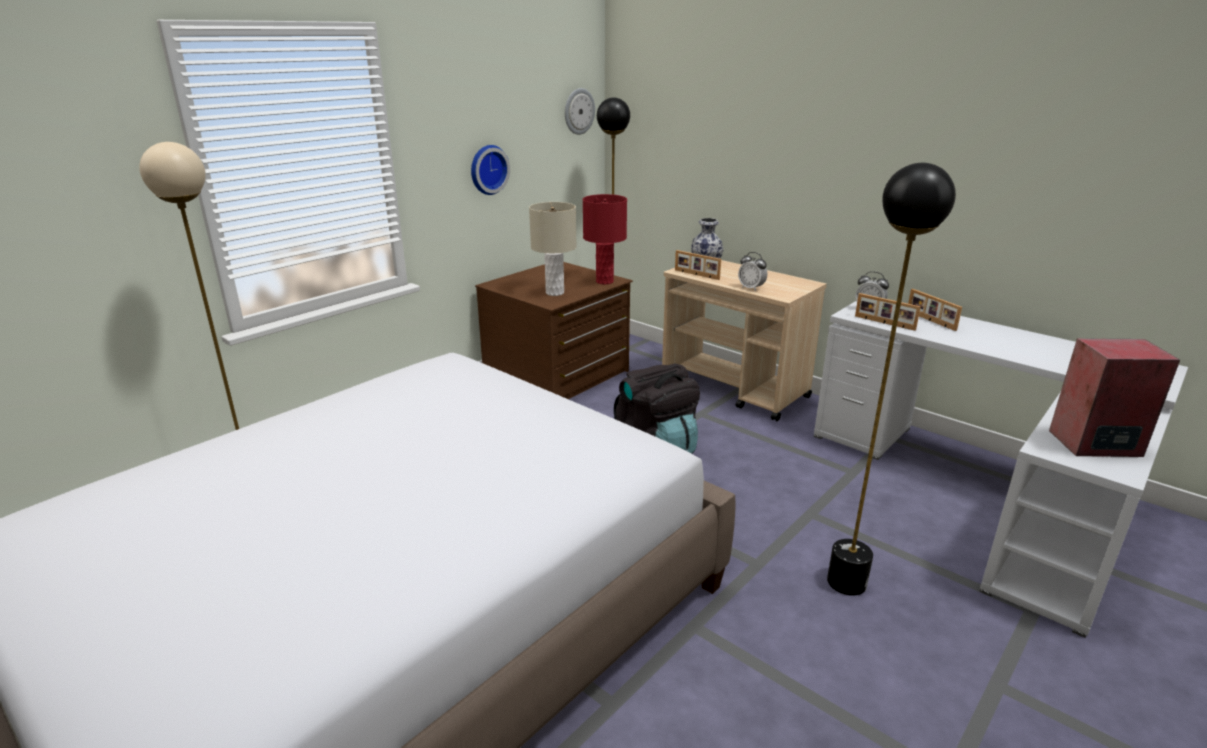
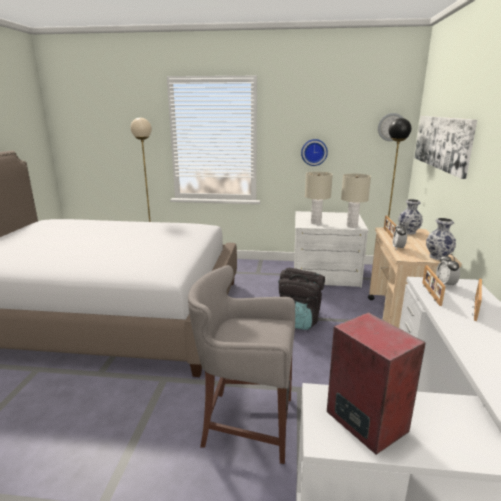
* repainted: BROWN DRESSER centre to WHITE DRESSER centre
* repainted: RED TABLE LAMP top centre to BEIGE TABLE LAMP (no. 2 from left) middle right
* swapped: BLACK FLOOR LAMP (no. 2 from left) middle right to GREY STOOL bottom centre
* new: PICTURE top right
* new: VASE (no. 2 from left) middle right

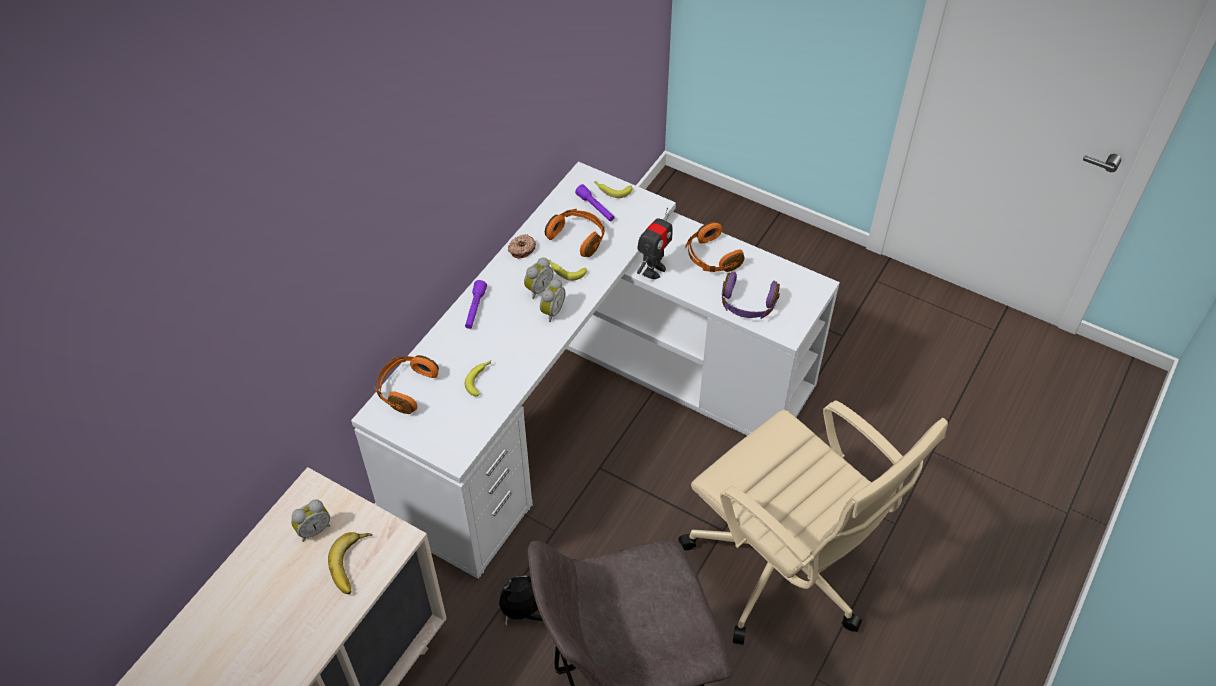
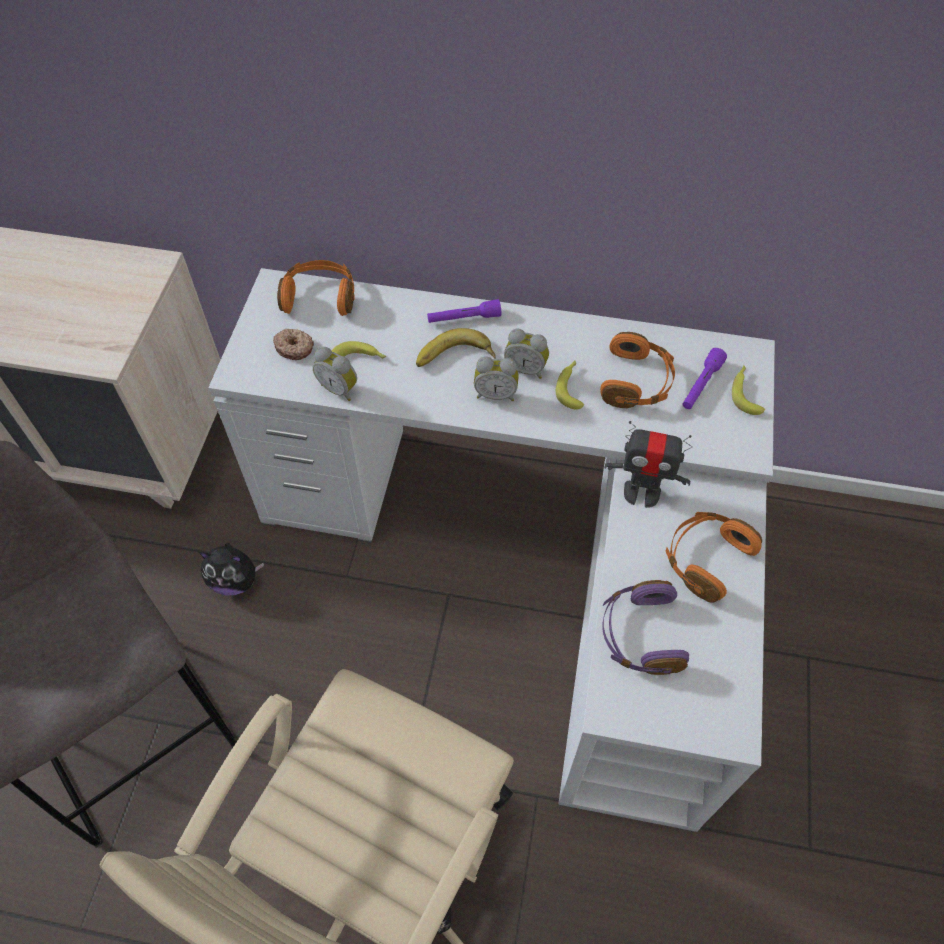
* shifted: ALARM CLOCK (no. 1 from left) bottom left to centre
* shifted: BANANA (no. 1 from left in the first image) bottom left to BANANA (no. 2 from left) centre
* rotated: PLUSH TOY bottom centre = middle left 150 degrees clockwise
* shifted: DONUT centre to middle left

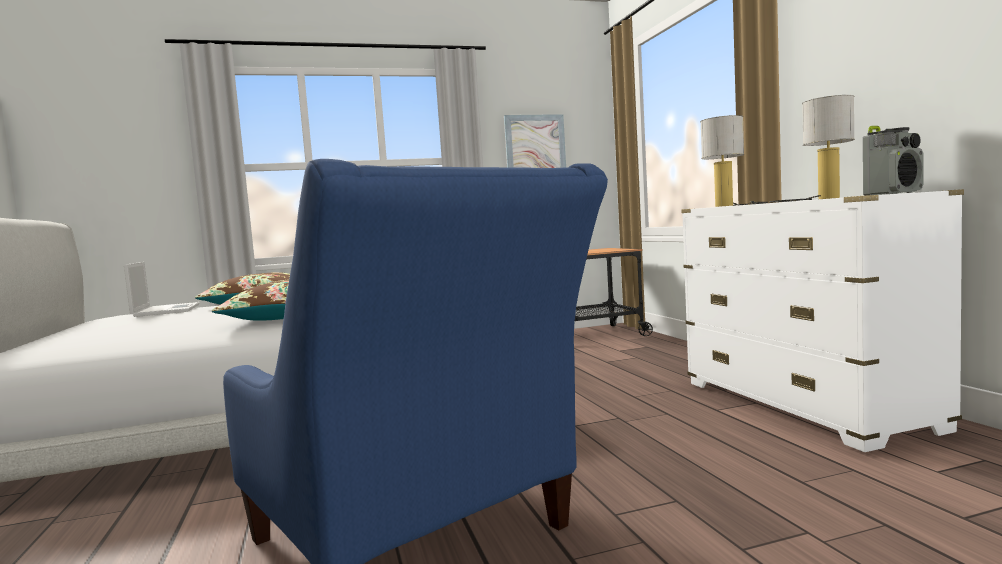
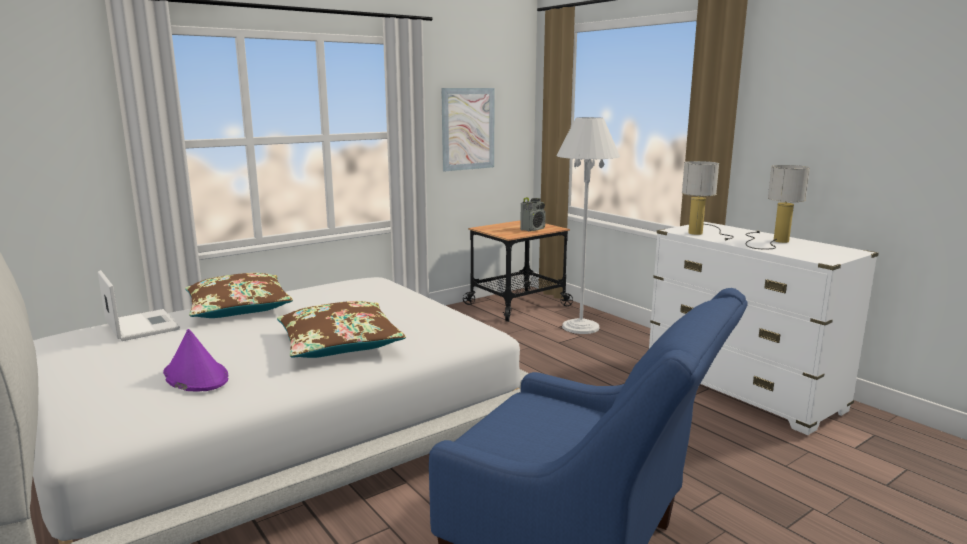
* shifted: RADIO top right to centre
* new: PURPLE HAT middle left
* new: WHITE FLOOR LAMP centre

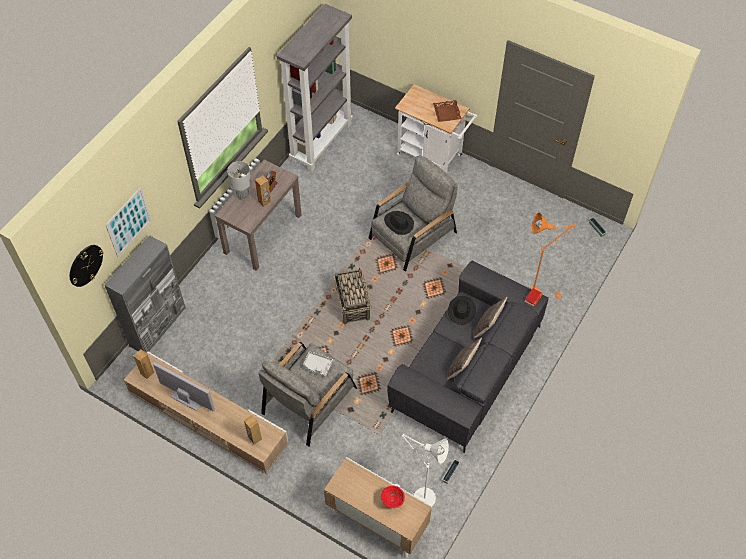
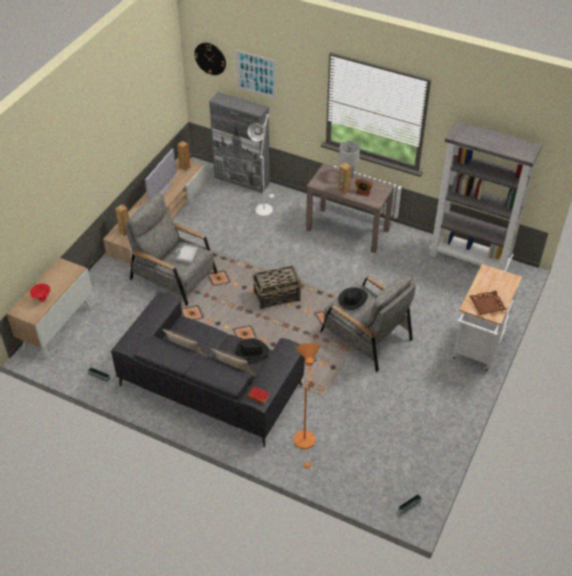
* shifted: WHITE FLOOR LAMP bottom centre to top centre

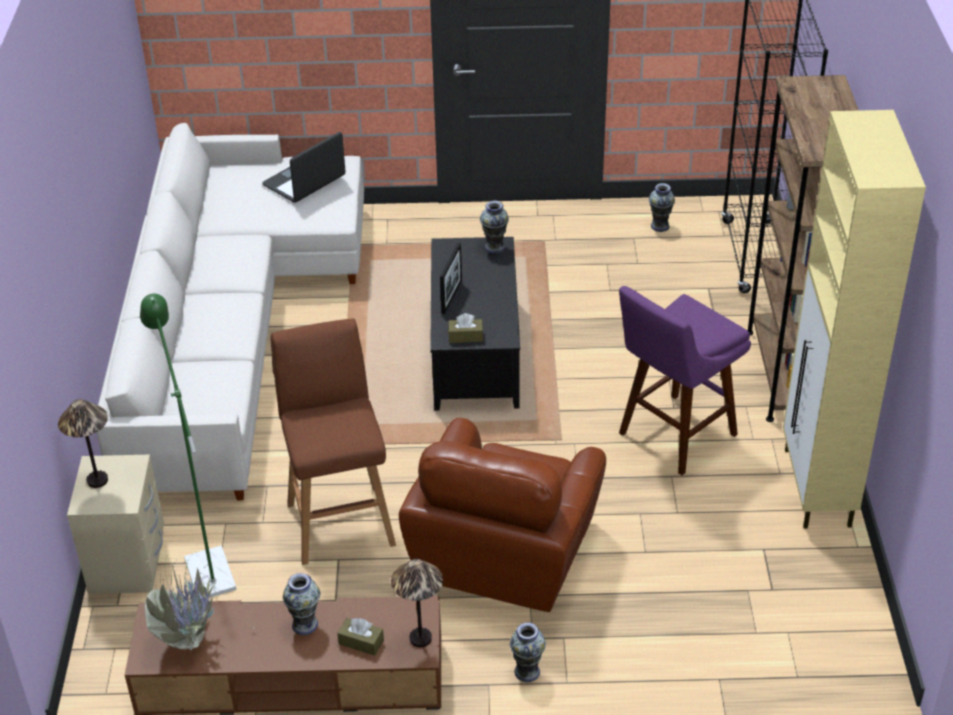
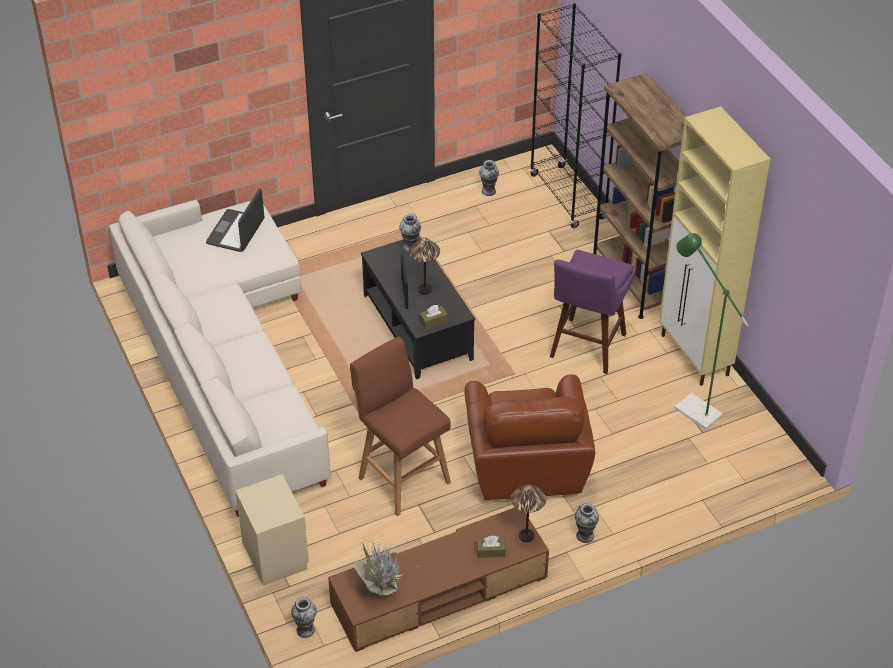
* shifted: TABLE LAMP (no. 1 from left) middle left to centre
* shifted: GREEN FLOOR LAMP middle left to middle right
* shifted: VASE (no. 1 from left) bottom left to bottom centre

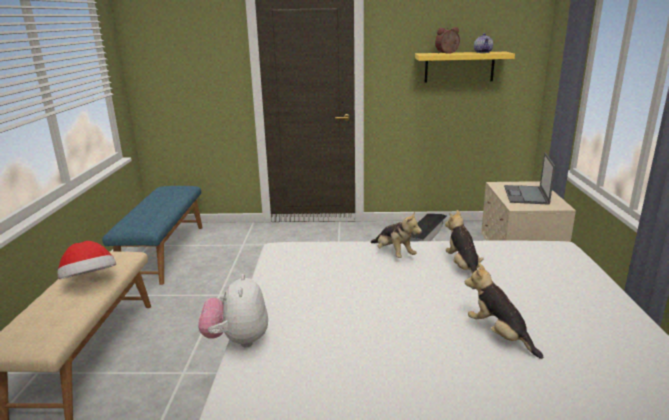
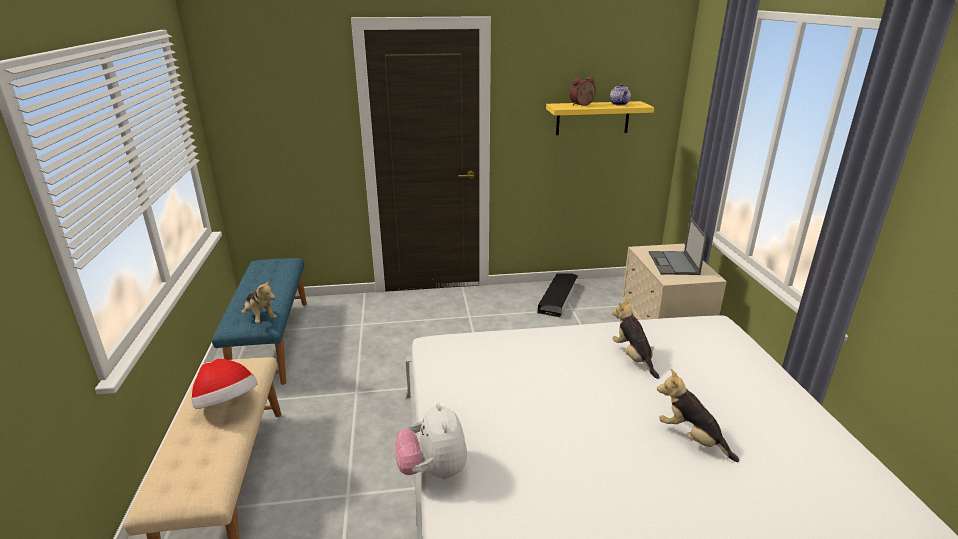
* shifted: PLUSH TOY (no. 2 from left in the first image) centre to PLUSH TOY (no. 1 from left) middle left

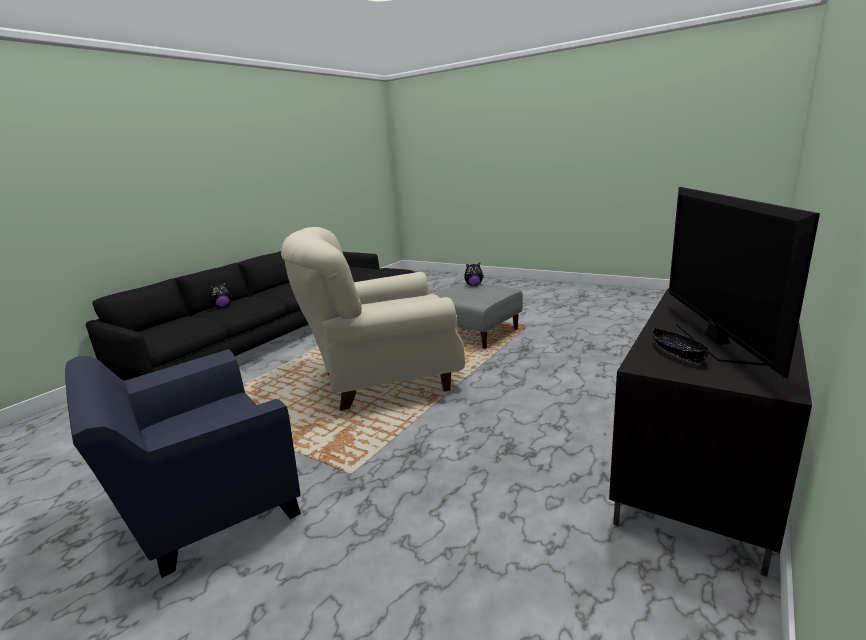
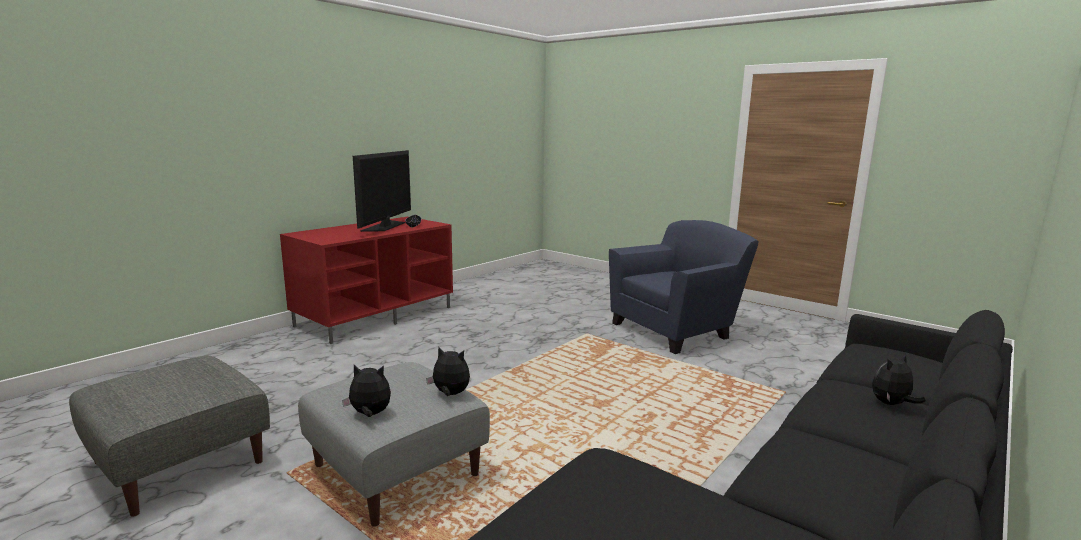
* gone: BEIGE ARMCHAIR centre
* repainted: BLACK TV STAND bottom right to RED TV STAND centre
* new: GREY OTTOMAN (no. 1 from left) bottom left
* new: PLUSH TOY (no. 2 from left) bottom centre

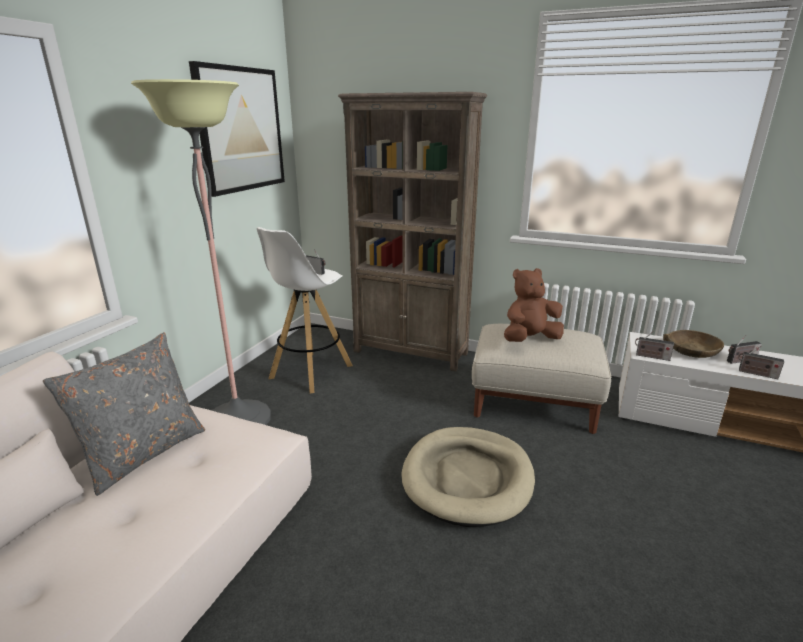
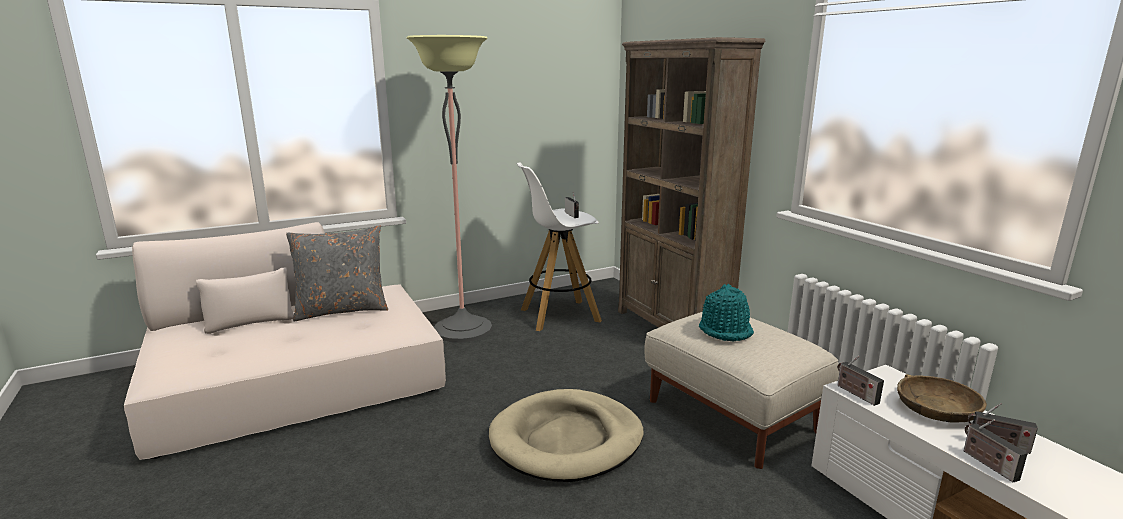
* gone: PICTURE top left
* swapped: BROWN PLUSH TOY centre to TURQUOISE HAT centre

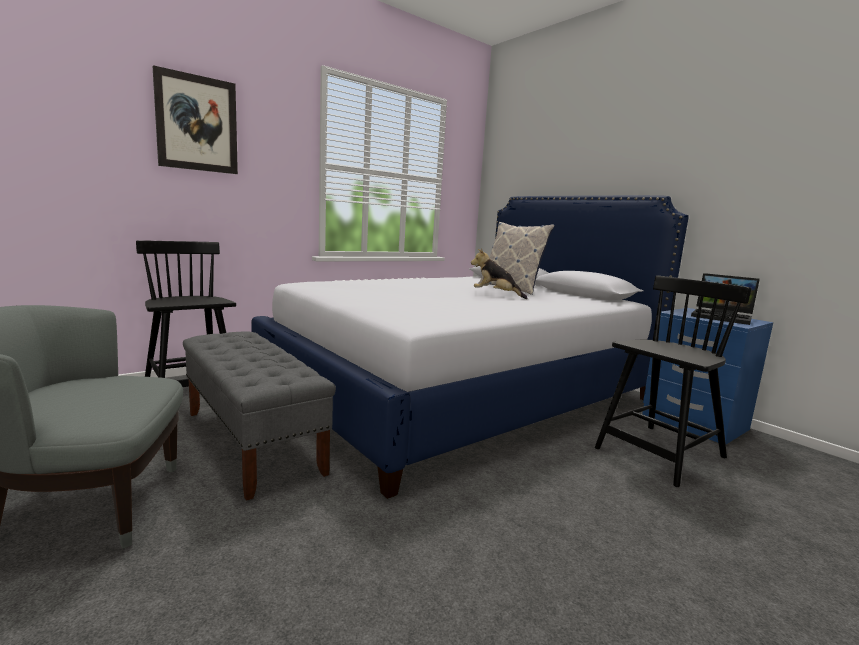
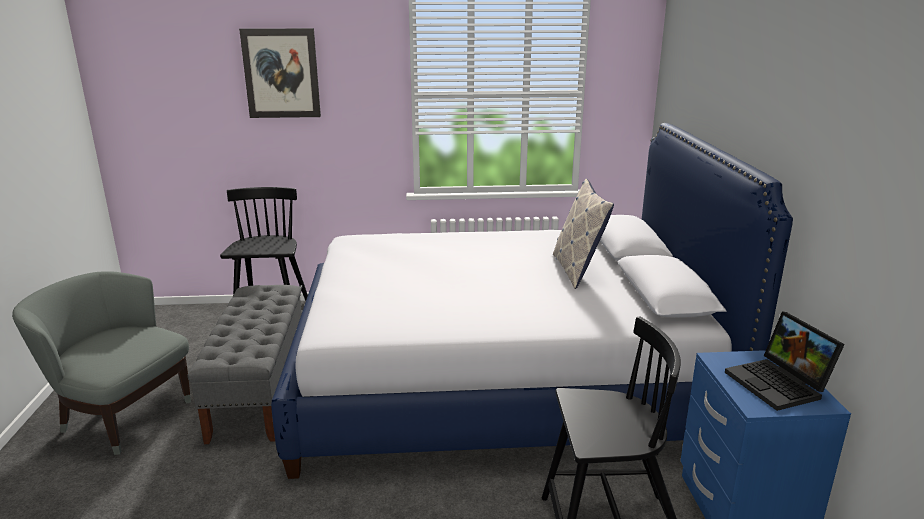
* gone: PLUSH TOY centre

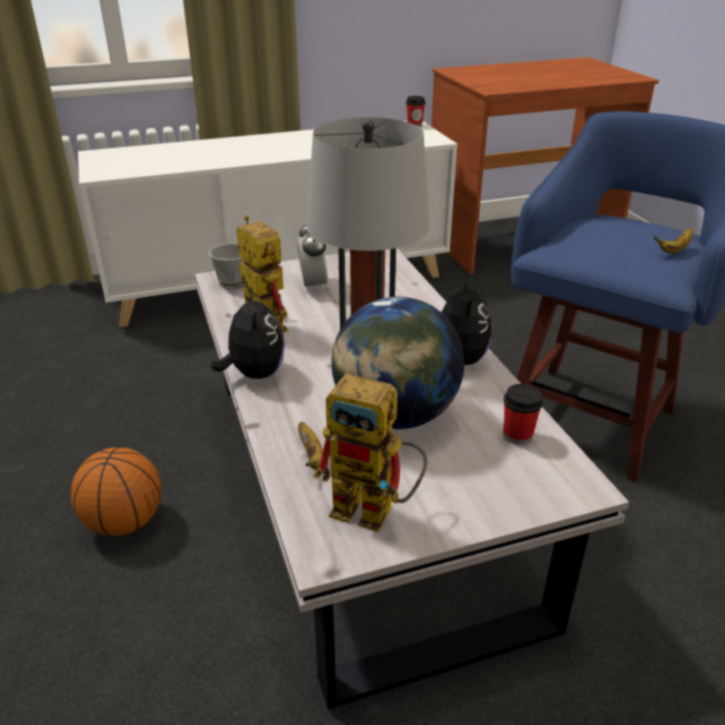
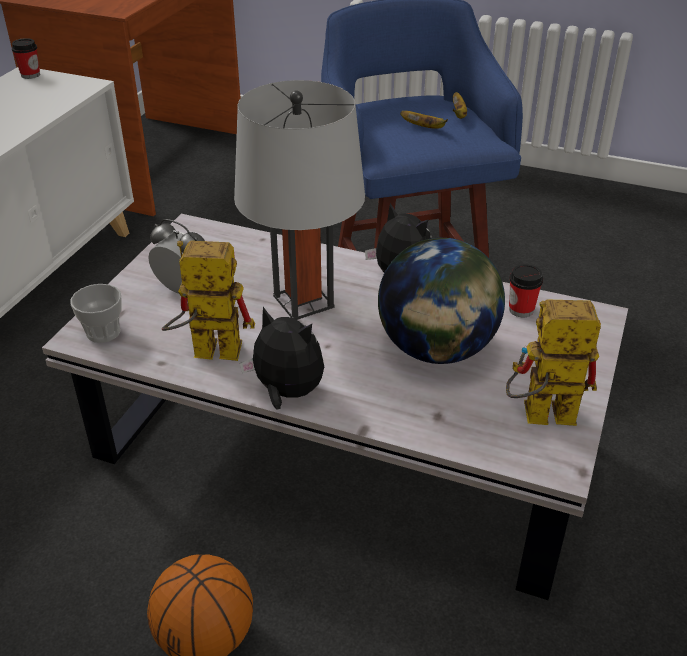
* shifted: BANANA (no. 1 from left) centre to top centre
* rotated: TOY ROBOT (no. 2 from left) centre = middle right 150 degrees counterclockwise

